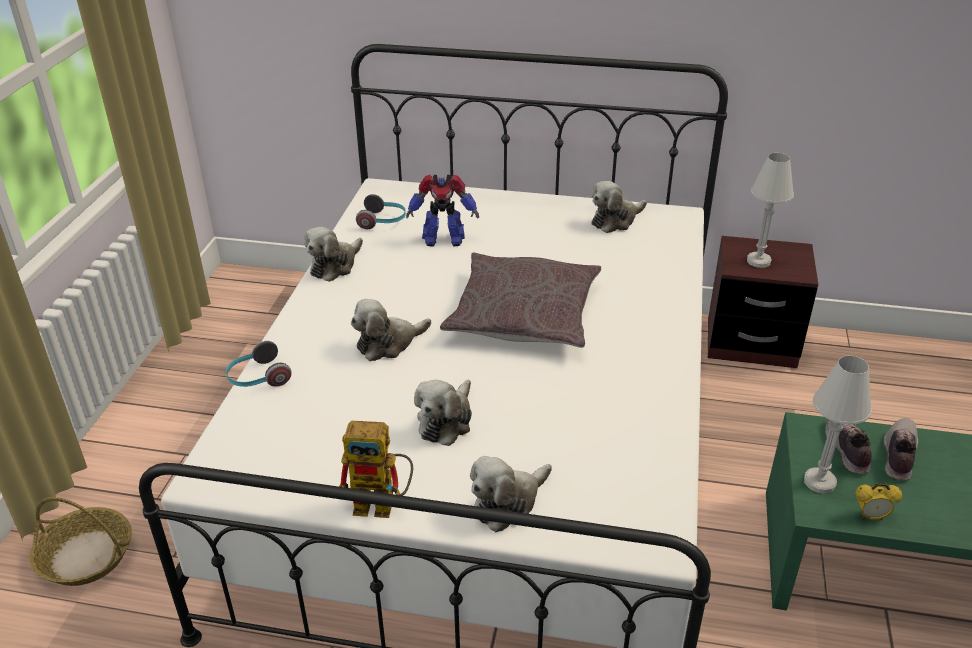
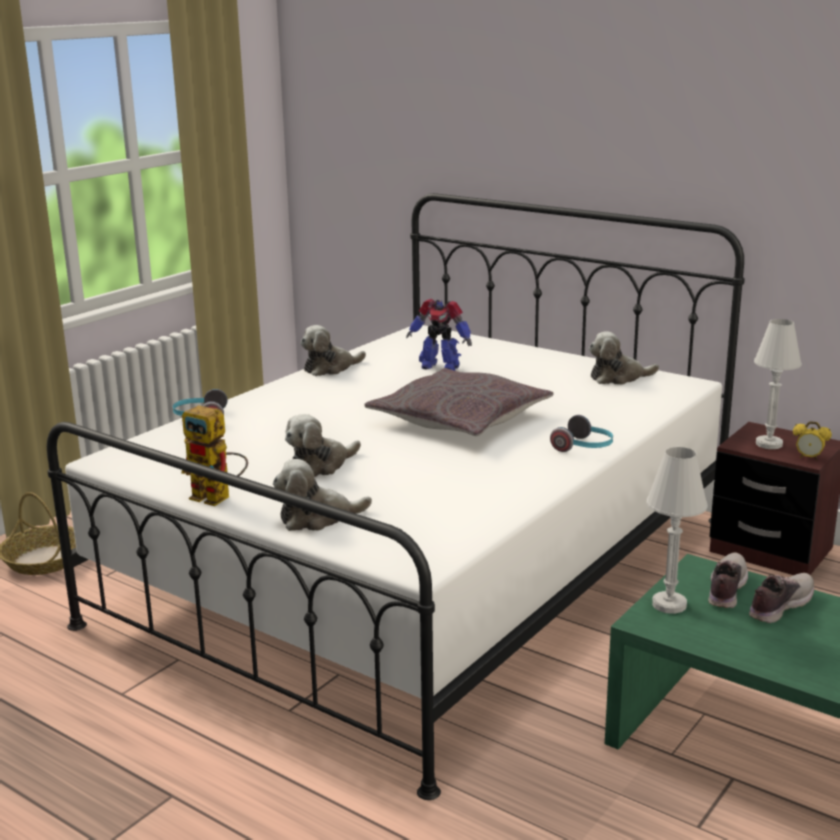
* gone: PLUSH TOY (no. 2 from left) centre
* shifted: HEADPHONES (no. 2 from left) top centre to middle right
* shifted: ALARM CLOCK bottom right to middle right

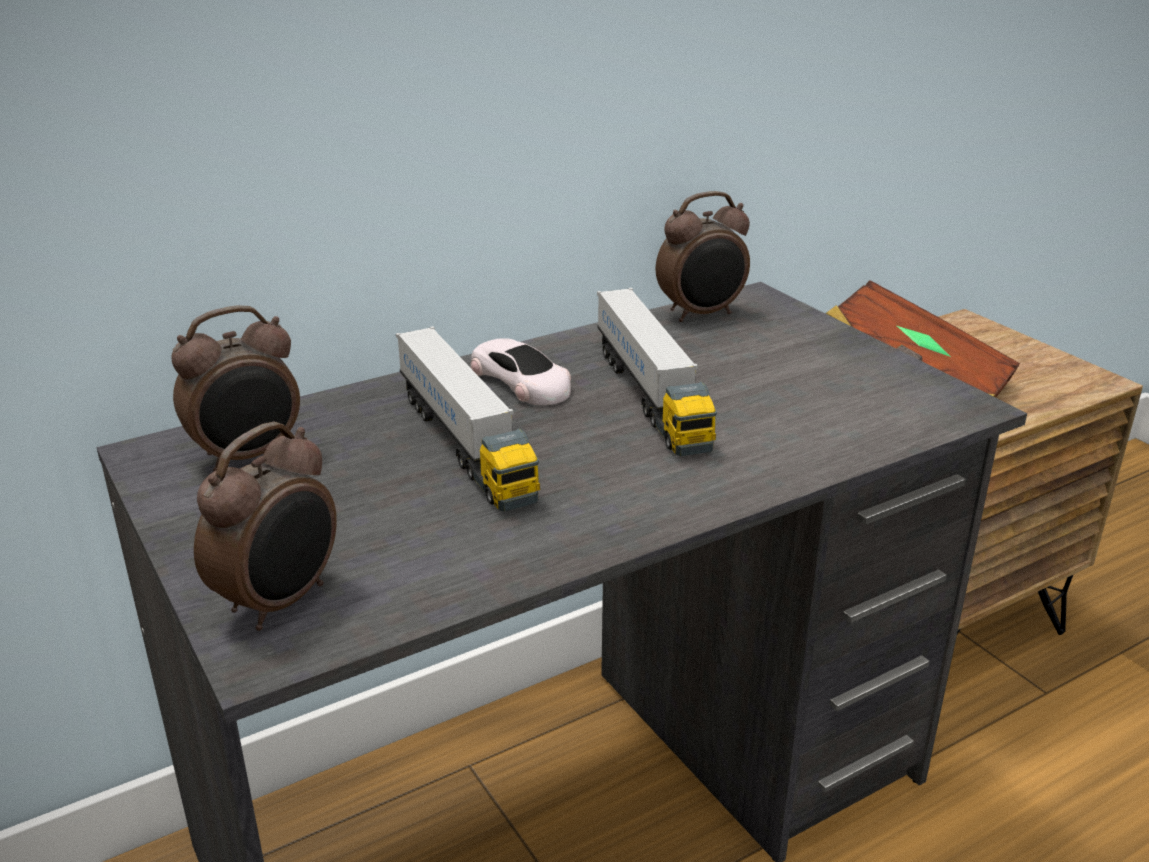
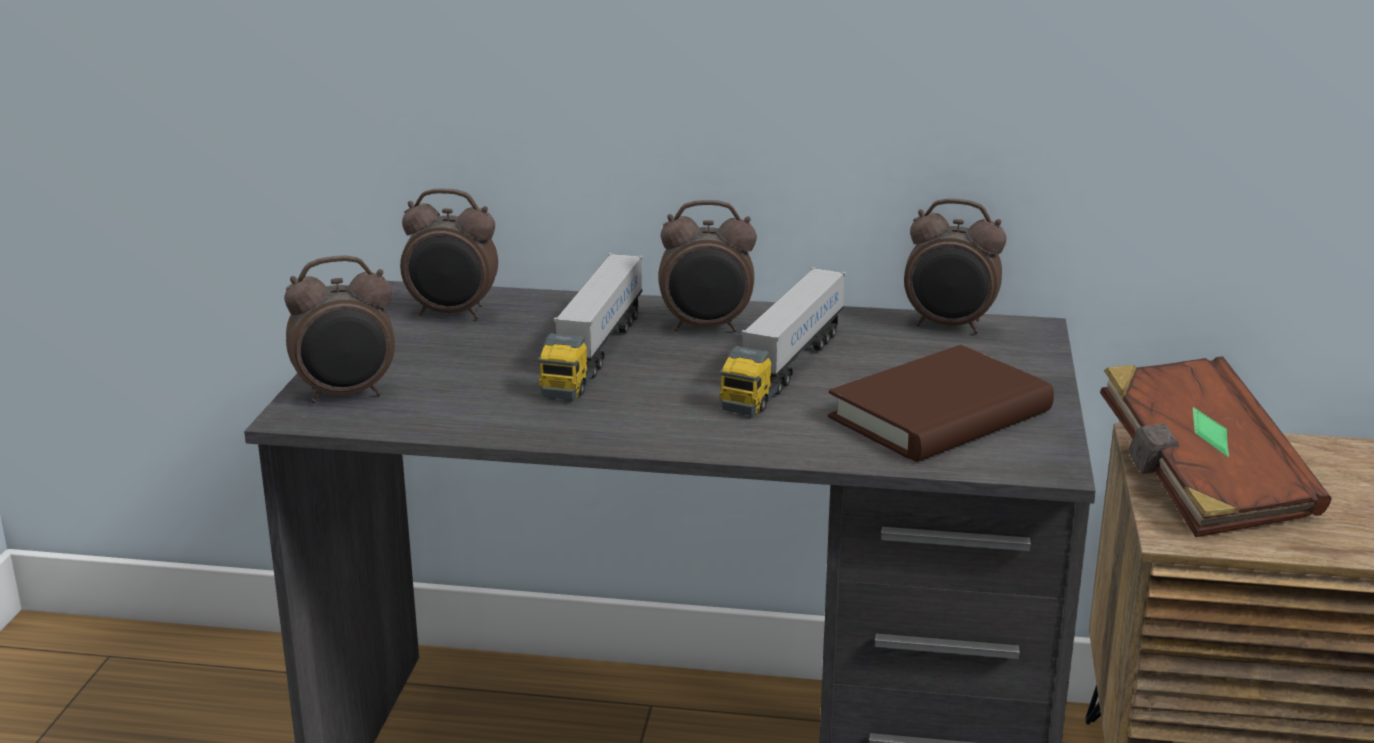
* swapped: WHITE TOY CAR centre to ALARM CLOCK (no. 3 from left) centre
* new: BROWN BOOK (no. 1 from left) middle right

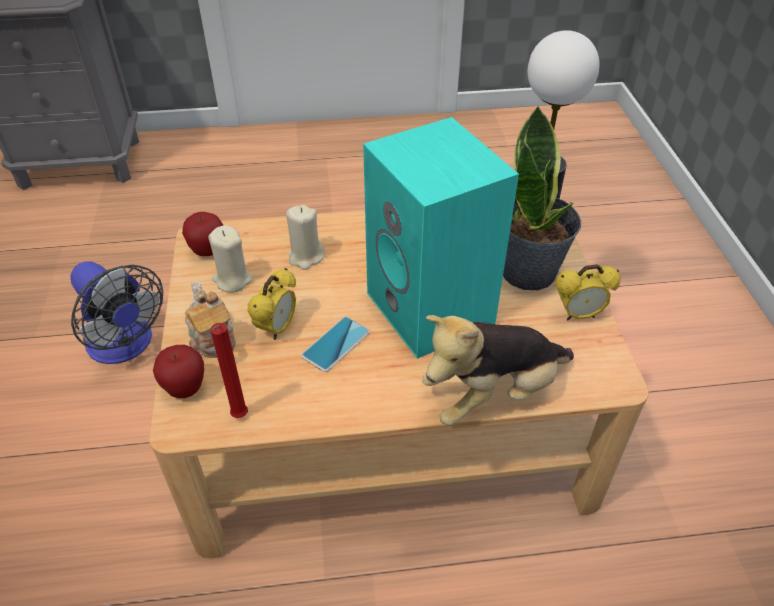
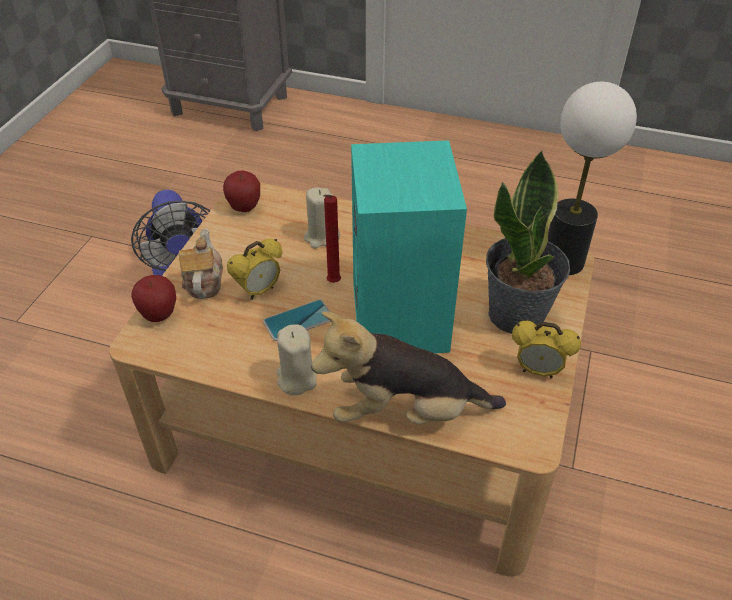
* shifted: BEIGE CANDLE (no. 1 from left) middle left to centre
* shifted: RED CANDLE middle left to centre

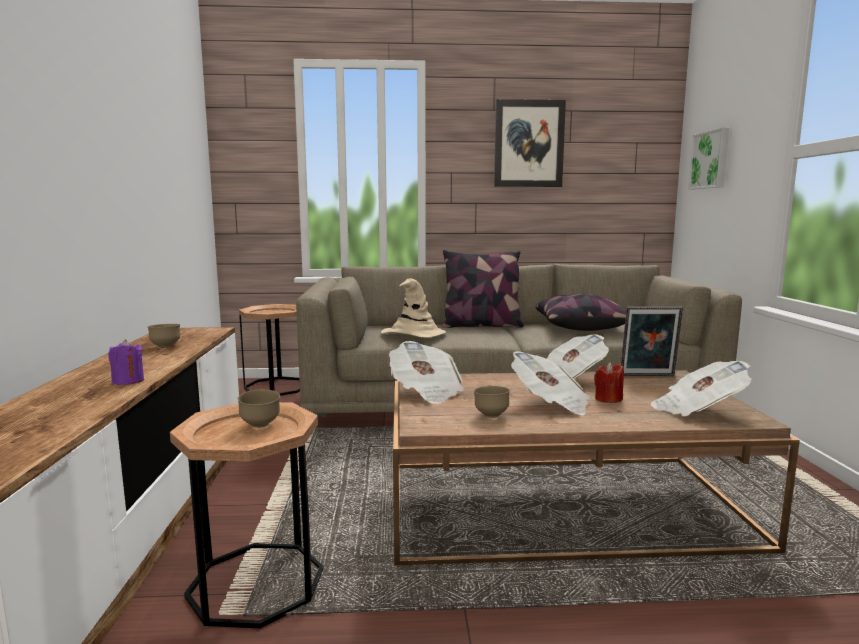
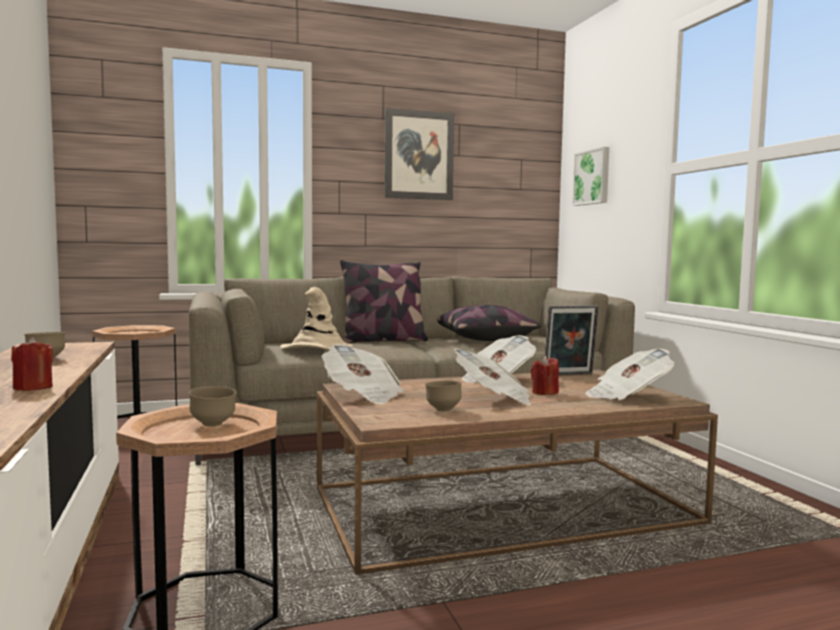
* repainted: PURPLE CANDLE middle left to RED CANDLE (no. 1 from left) middle left

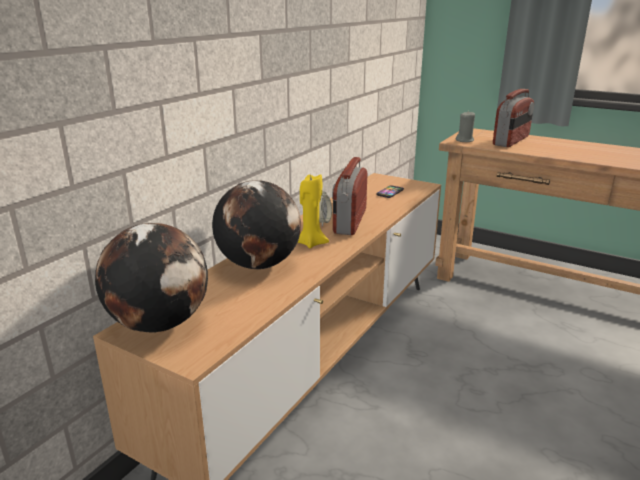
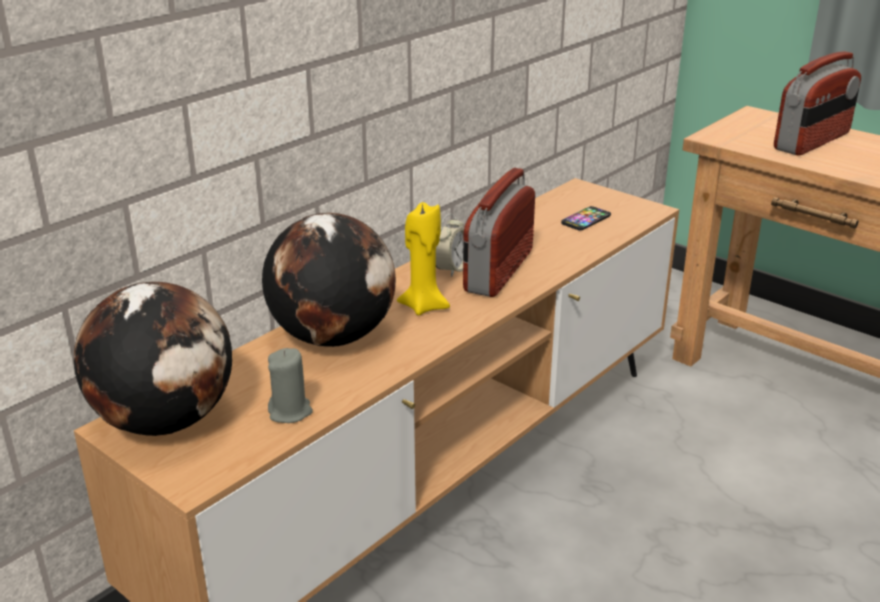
* shifted: GREY CANDLE top right to middle left

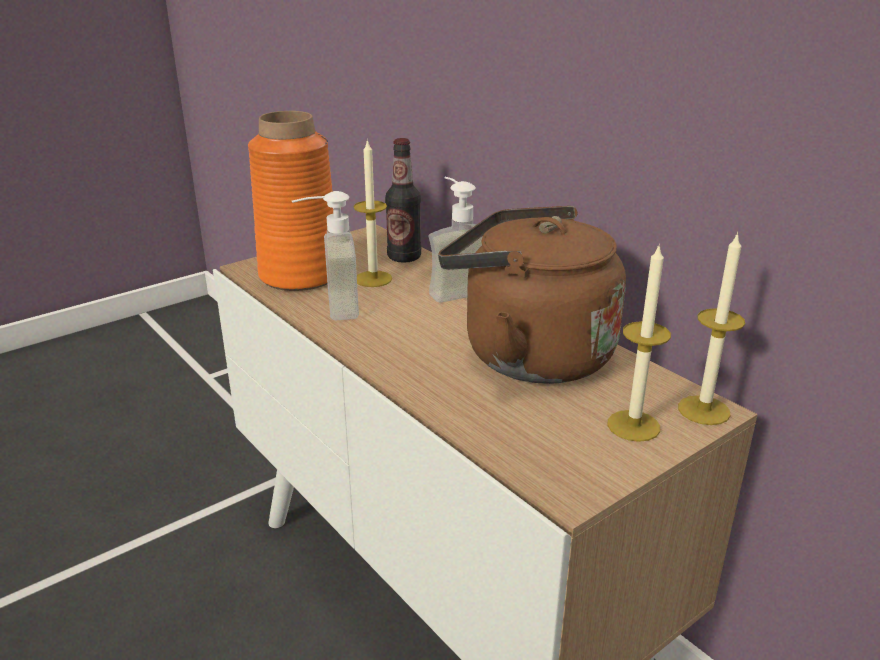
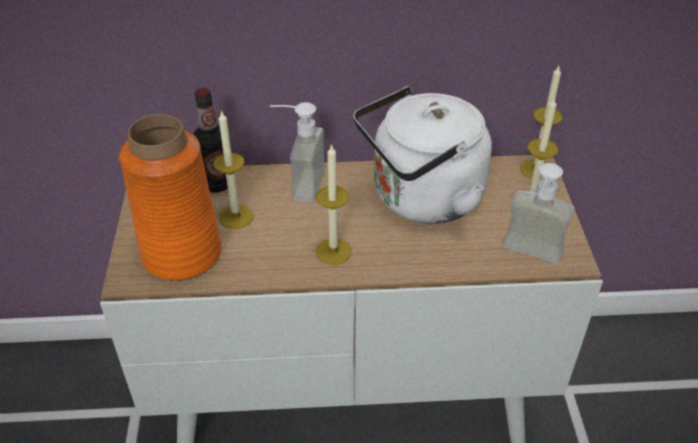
* shifted: SOAP DISPENSER (no. 1 from left in the first image) centre to SOAP DISPENSER (no. 2 from left) middle right
* repainted: BROWN KETTLE centre to WHITE KETTLE centre
* new: CANDLE (no. 2 from left) centre

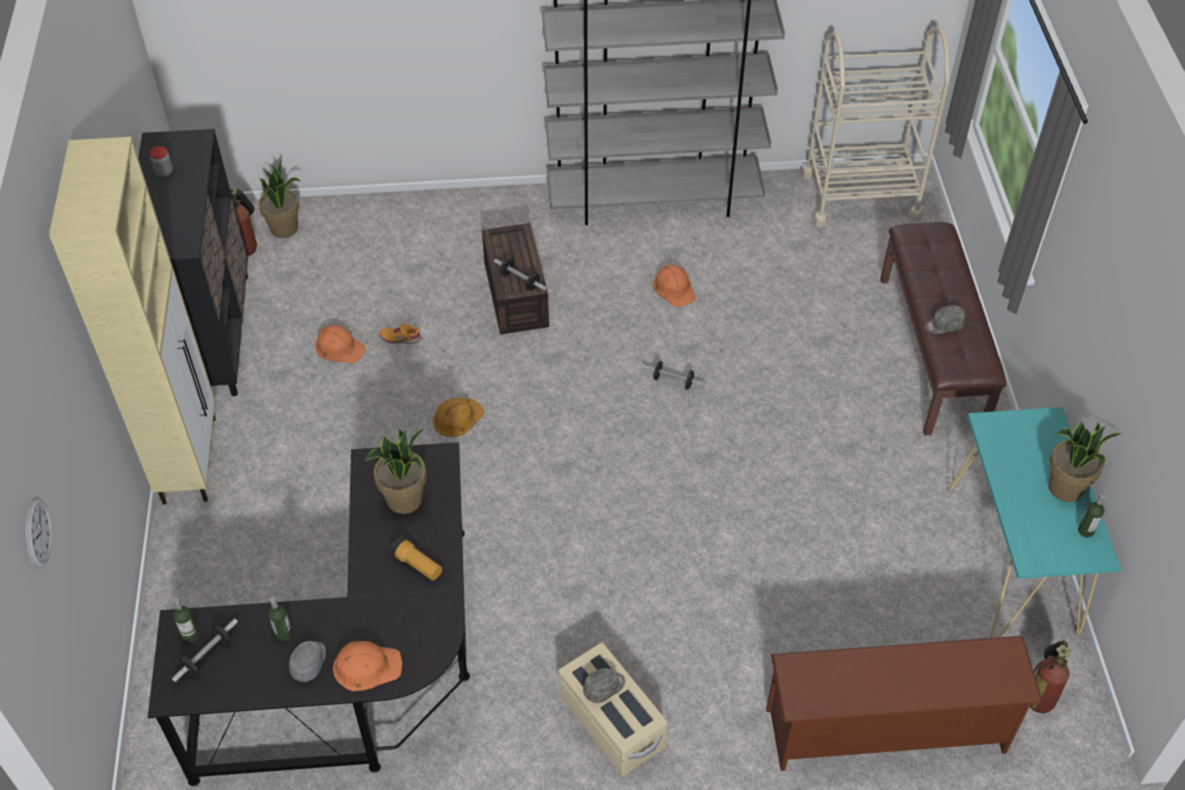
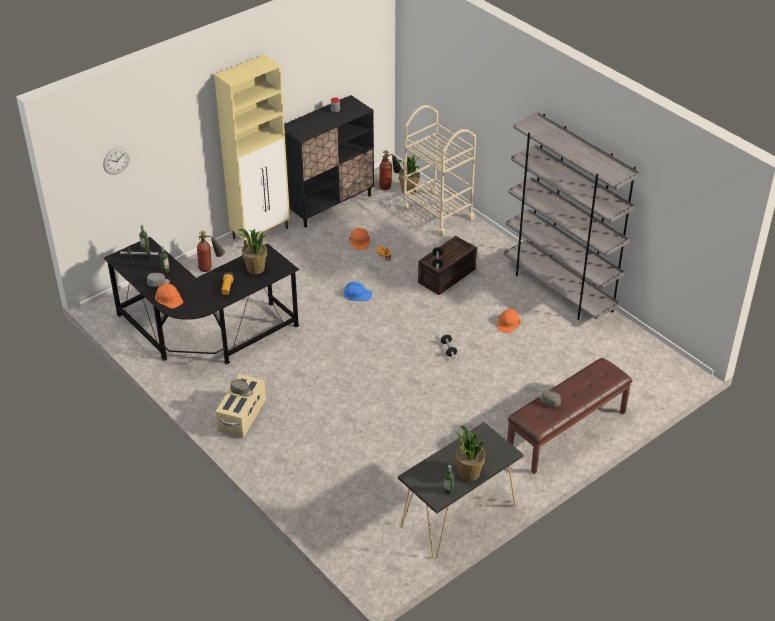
* repainted: ORANGE HARD HAT (no. 3 from left) centre to BLUE HARD HAT centre
* gone: BROWN SHOE RACK bottom right
* shifted: BEIGE CART top right to top centre
* repainted: TURQUOISE CONSOLE TABLE middle right to BLACK CONSOLE TABLE bottom centre
* shifted: FIRE EXTINGUISHER (no. 2 from left in the first image) bottom right to FIRE EXTINGUISHER (no. 1 from left) middle left

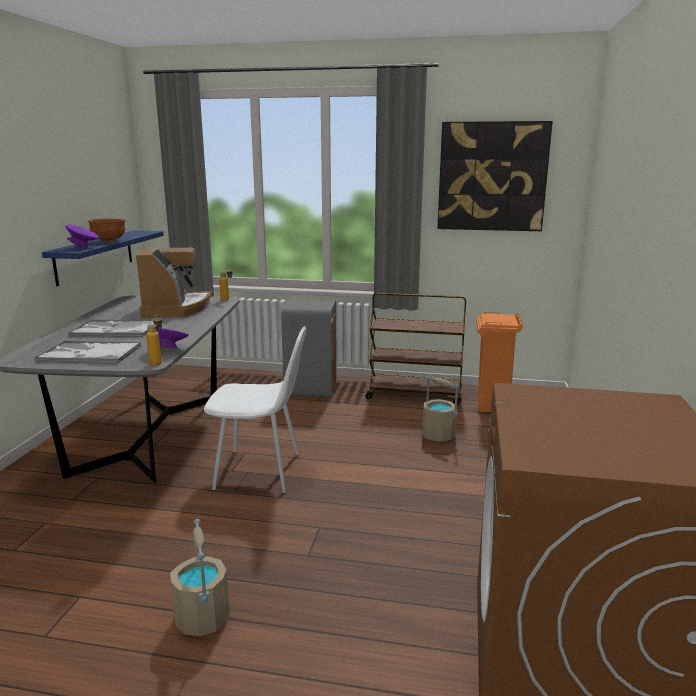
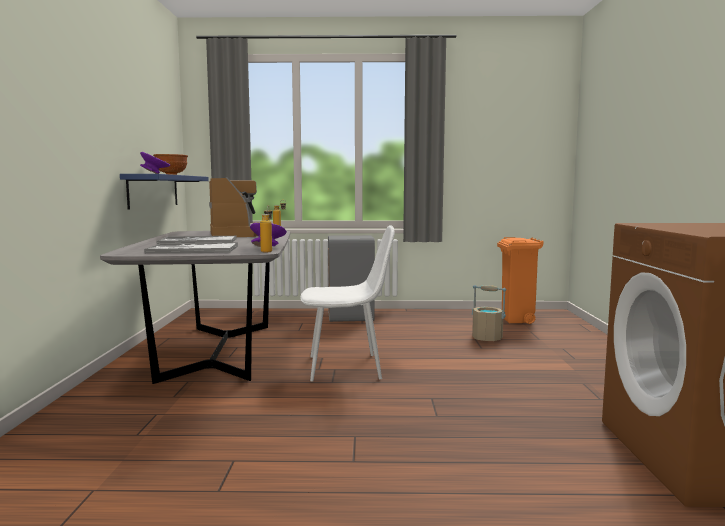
* gone: BEIGE BUCKET (no. 1 from left) bottom left
* gone: BROWN CART centre
* gone: PICTURE top right

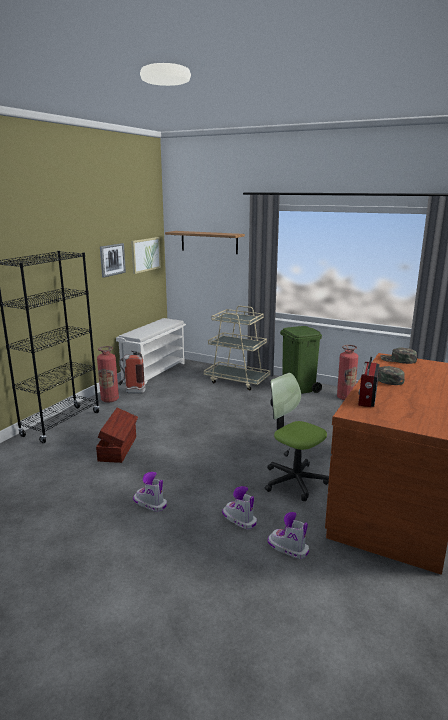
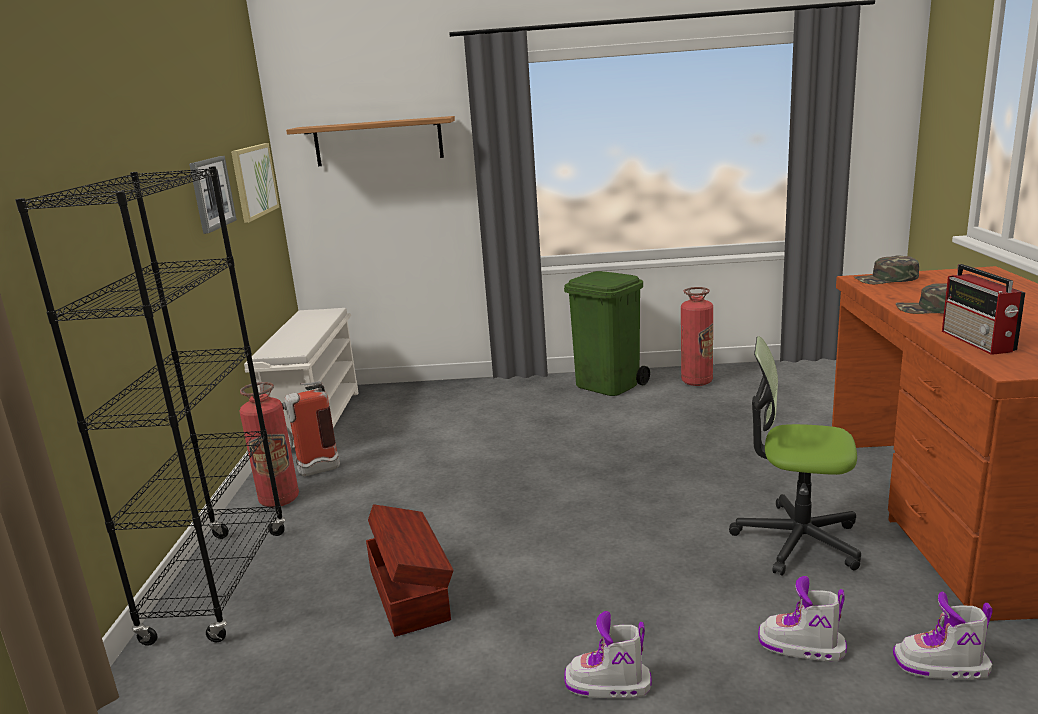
* gone: BEIGE CART centre

